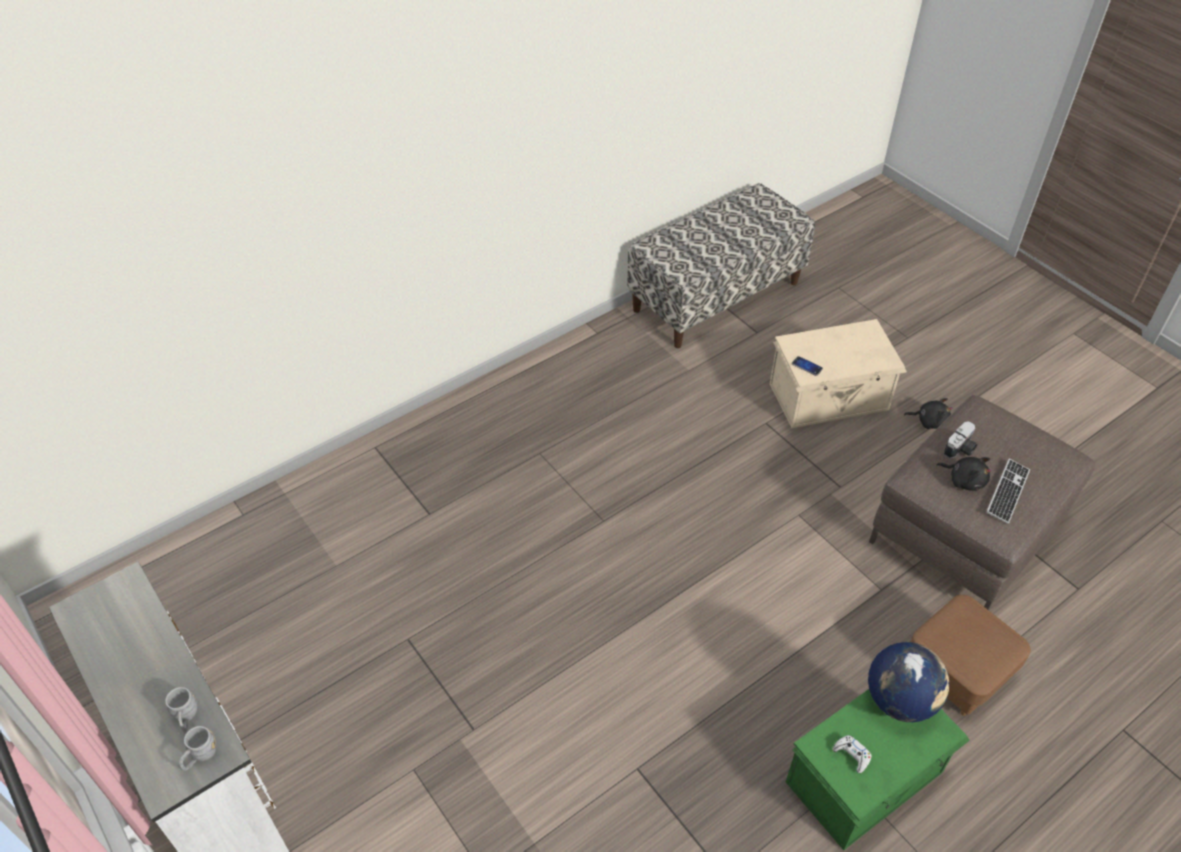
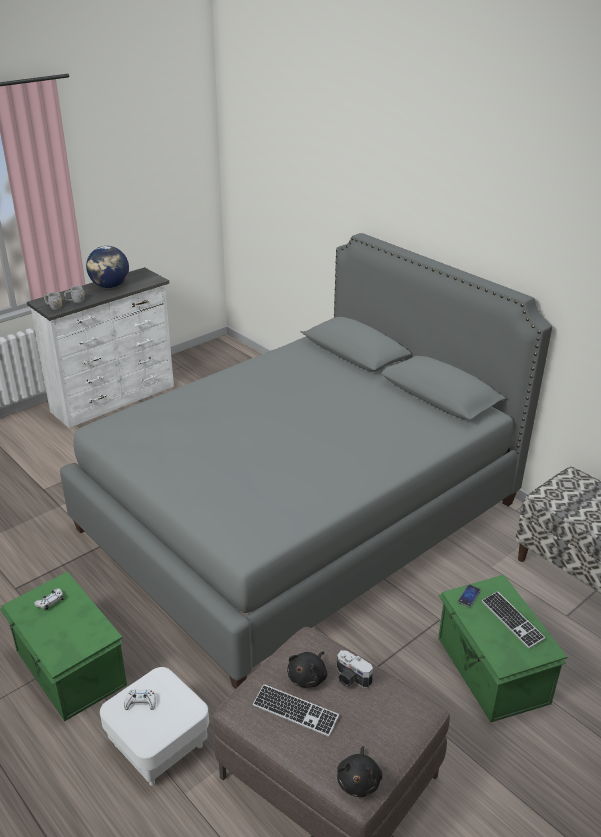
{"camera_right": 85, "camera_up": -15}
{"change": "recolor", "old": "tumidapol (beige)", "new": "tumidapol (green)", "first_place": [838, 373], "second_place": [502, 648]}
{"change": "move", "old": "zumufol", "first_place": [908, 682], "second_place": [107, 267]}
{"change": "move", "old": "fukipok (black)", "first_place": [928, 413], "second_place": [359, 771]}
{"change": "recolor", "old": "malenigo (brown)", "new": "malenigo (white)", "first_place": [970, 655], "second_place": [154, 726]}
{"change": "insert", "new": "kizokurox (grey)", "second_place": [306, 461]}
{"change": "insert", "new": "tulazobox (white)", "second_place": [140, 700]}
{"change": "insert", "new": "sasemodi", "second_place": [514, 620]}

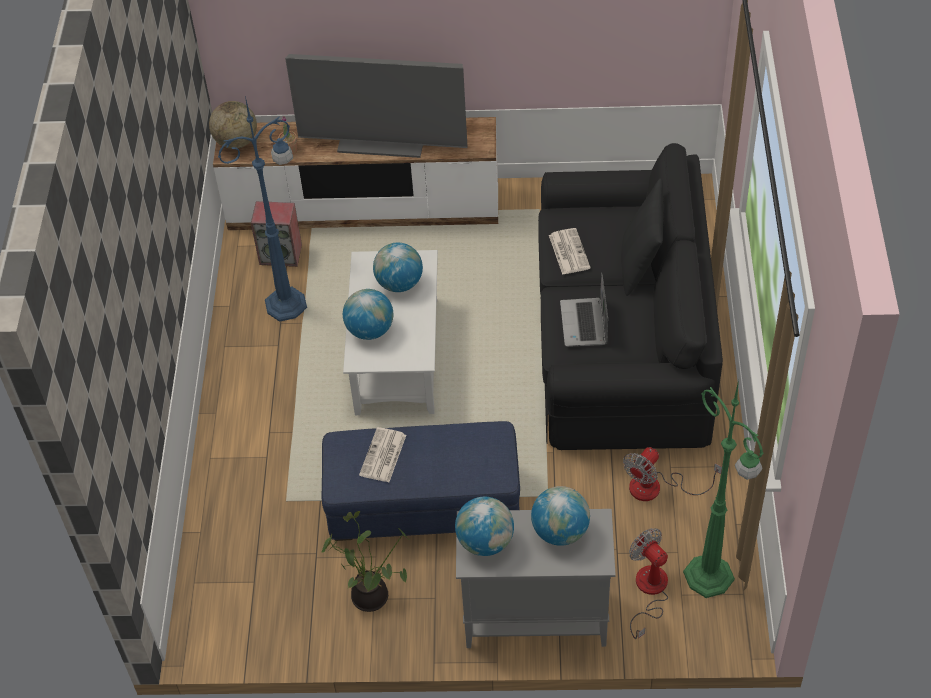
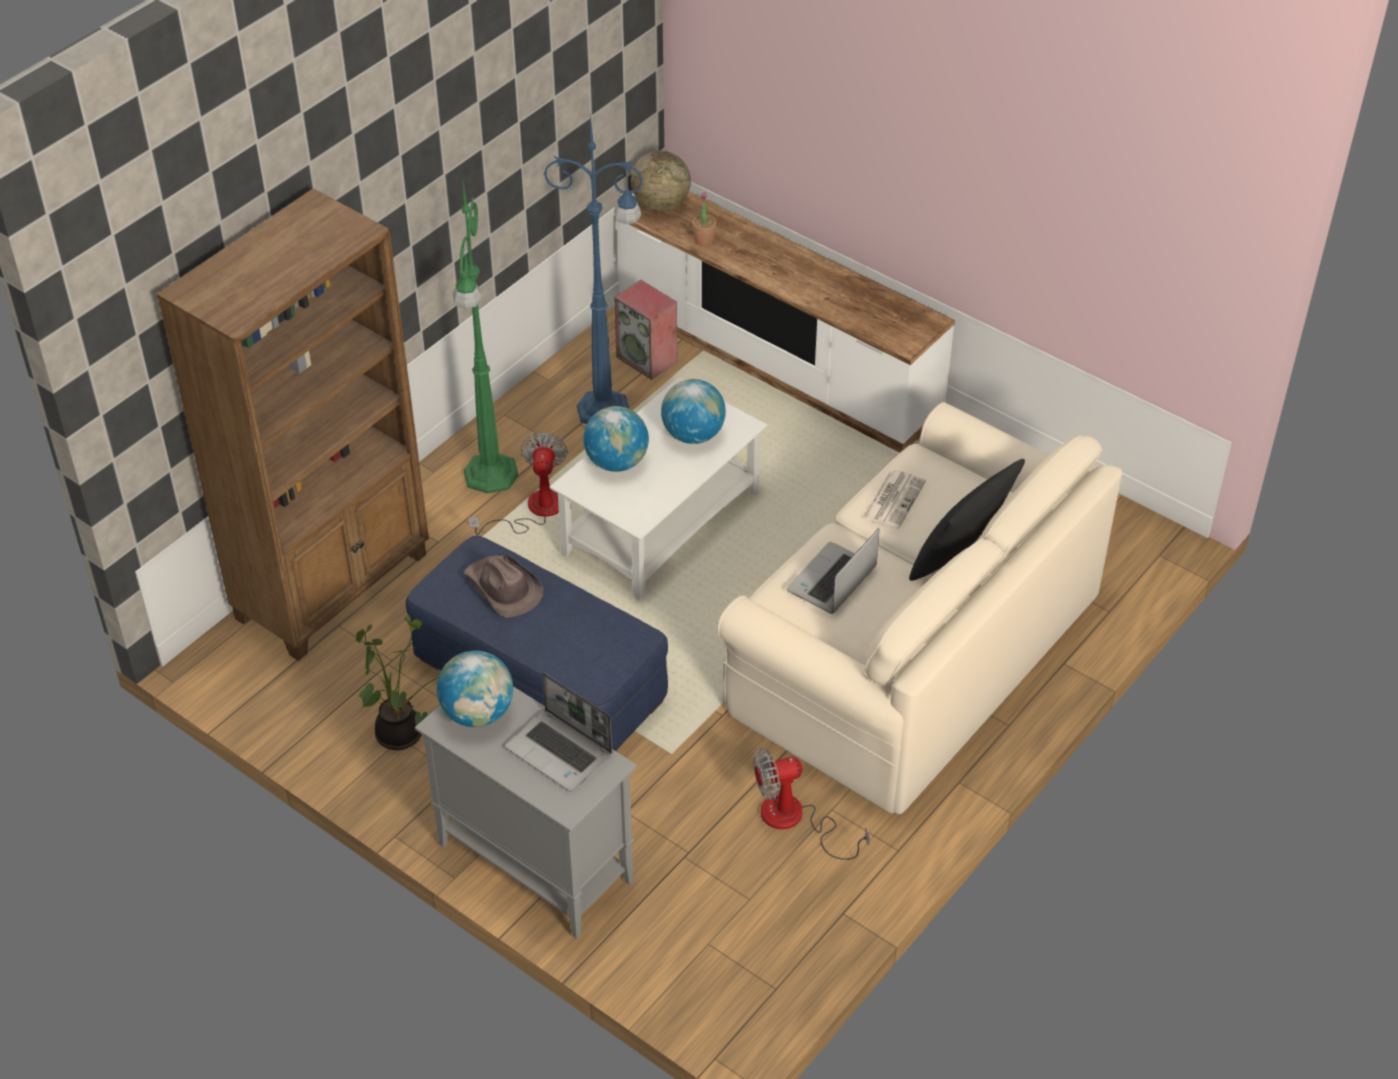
{"camera_right": 35, "camera_up": -5}
{"change": "delete", "old": "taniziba", "first_place": [376, 106]}
{"change": "replace", "old": "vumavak", "new": "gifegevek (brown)", "first_place": [382, 454], "second_place": [503, 586]}
{"change": "replace", "old": "zumufol", "new": "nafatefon", "first_place": [560, 516], "second_place": [558, 731]}
{"change": "recolor", "old": "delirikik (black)", "new": "delirikik (beige)", "first_place": [630, 296], "second_place": [919, 608]}
{"change": "move", "old": "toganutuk", "first_place": [648, 583], "second_place": [518, 483]}
{"change": "move", "old": "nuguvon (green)", "first_place": [723, 489], "second_place": [485, 334]}
{"change": "insert", "new": "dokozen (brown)", "second_place": [293, 424]}

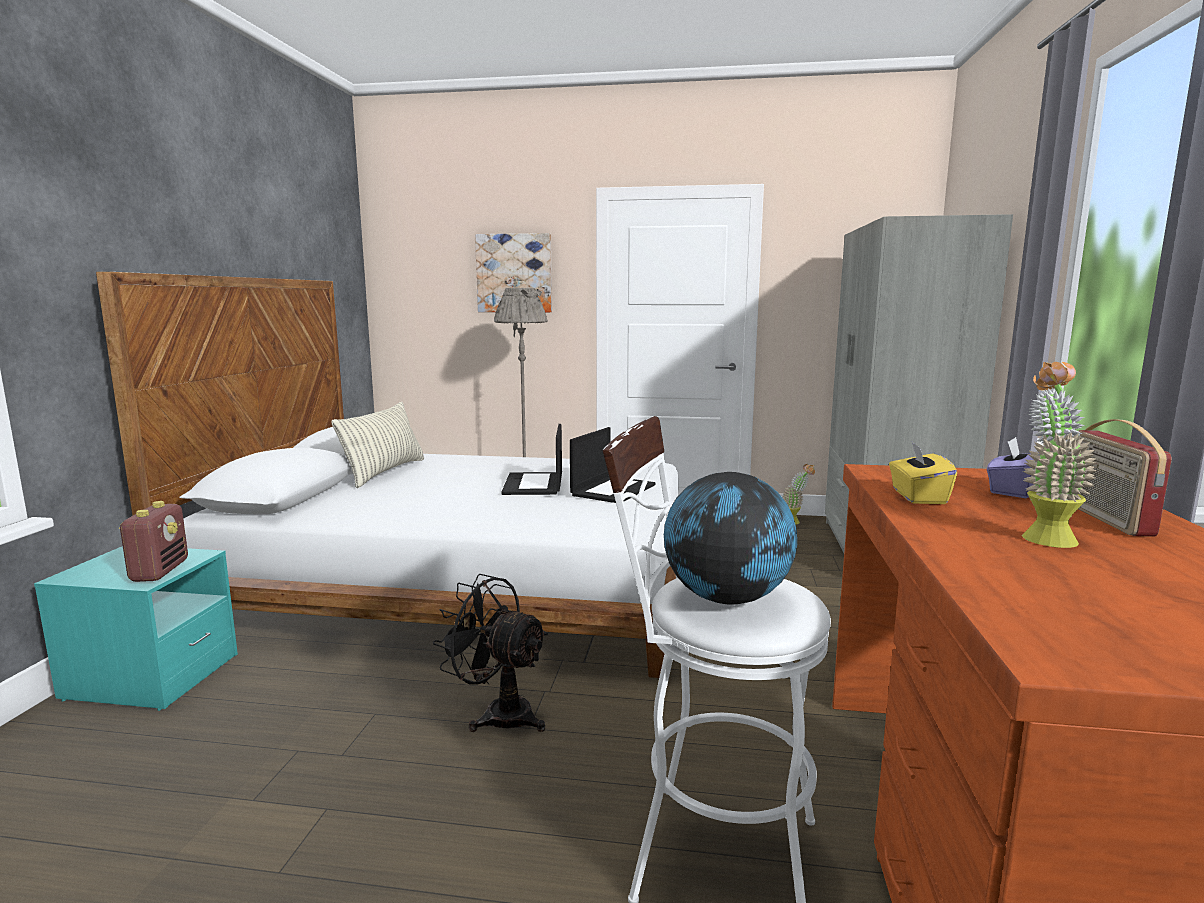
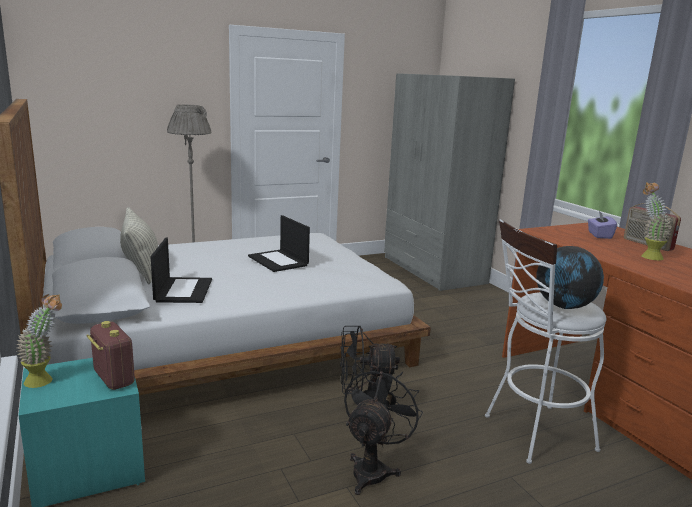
{"camera_right": -35, "camera_up": 5}
{"change": "delete", "old": "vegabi", "first_place": [513, 273]}
{"change": "move", "old": "nafatefon", "first_place": [613, 465], "second_place": [181, 270]}
{"change": "move", "old": "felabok", "first_place": [799, 494], "second_place": [39, 341]}
{"change": "delete", "old": "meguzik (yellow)", "first_place": [923, 473]}
{"change": "insert", "new": "toganutuk (black)", "second_place": [383, 430]}

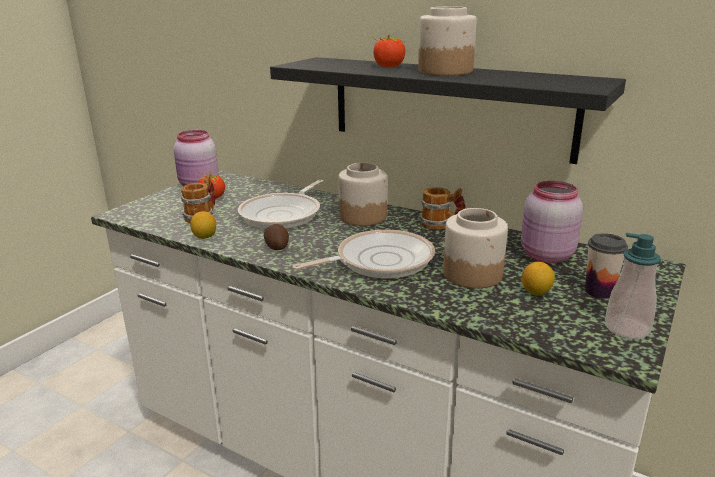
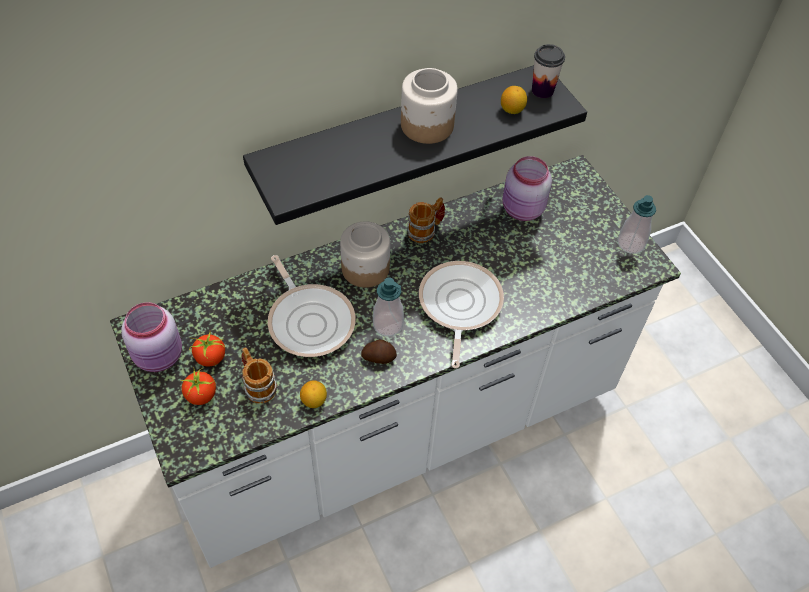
{"camera_right": -60, "camera_up": 30}
{"change": "move", "old": "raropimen", "first_place": [388, 51], "second_place": [198, 386]}
{"change": "delete", "old": "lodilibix", "first_place": [475, 248]}
{"change": "move", "old": "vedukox", "first_place": [538, 279], "second_place": [514, 100]}
{"change": "move", "old": "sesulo", "first_place": [606, 266], "second_place": [548, 71]}
{"change": "insert", "new": "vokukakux", "second_place": [388, 307]}

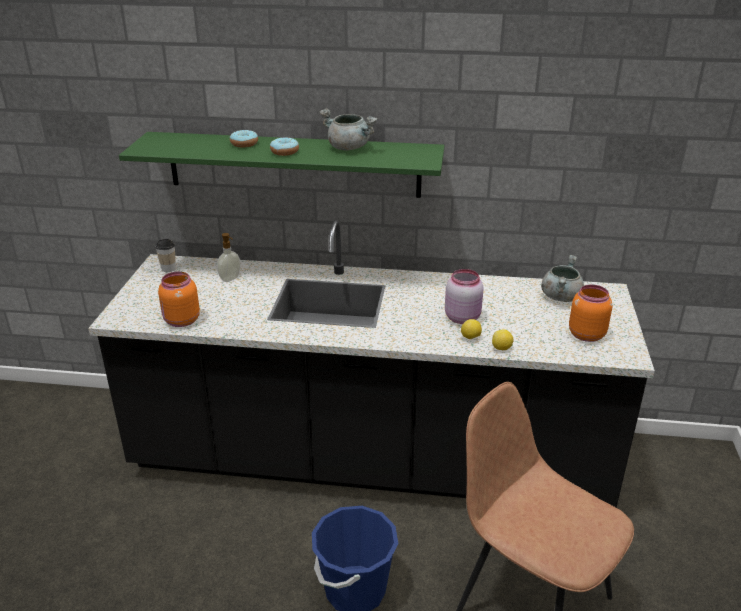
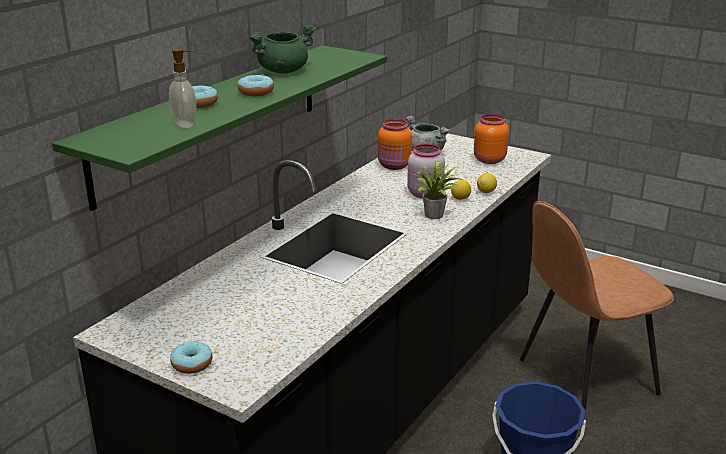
{"camera_right": -65, "camera_up": -5}
{"change": "delete", "old": "sesulo", "first_place": [165, 255]}
{"change": "move", "old": "lodilibix (orange)", "first_place": [179, 299], "second_place": [395, 144]}
{"change": "move", "old": "vokukakux", "first_place": [229, 257], "second_place": [183, 88]}
{"change": "recolor", "old": "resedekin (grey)", "new": "resedekin (green)", "first_place": [348, 129], "second_place": [282, 49]}
{"change": "insert", "new": "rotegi", "second_place": [191, 358]}
{"change": "insert", "new": "felabok", "second_place": [437, 190]}

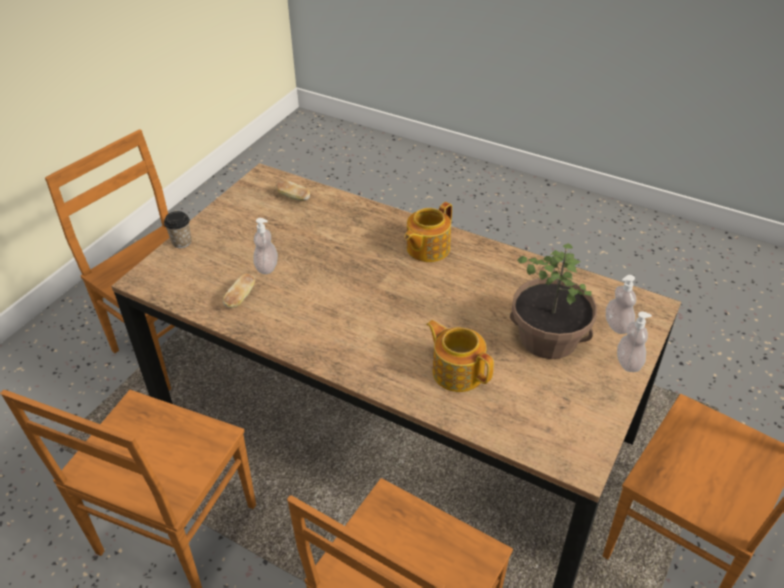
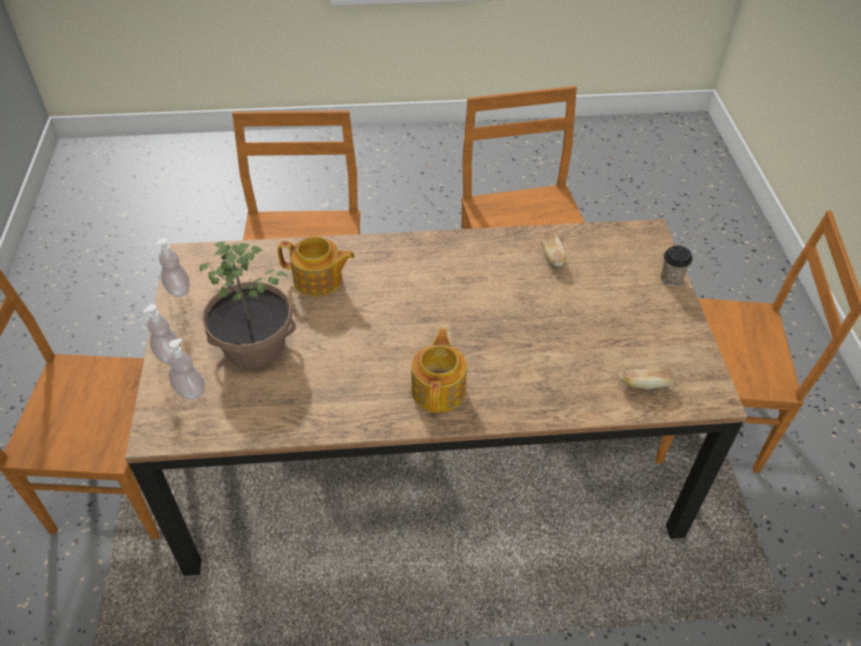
{"camera_right": 145, "camera_up": 5}
{"change": "move", "old": "vokukakux", "first_place": [265, 246], "second_place": [172, 267]}

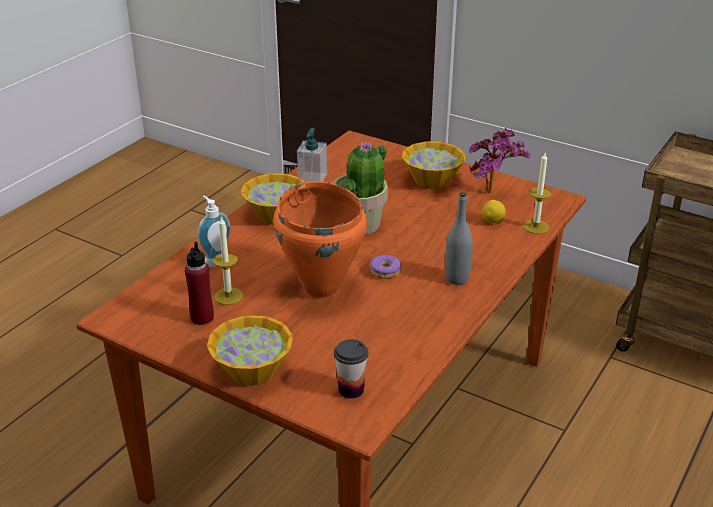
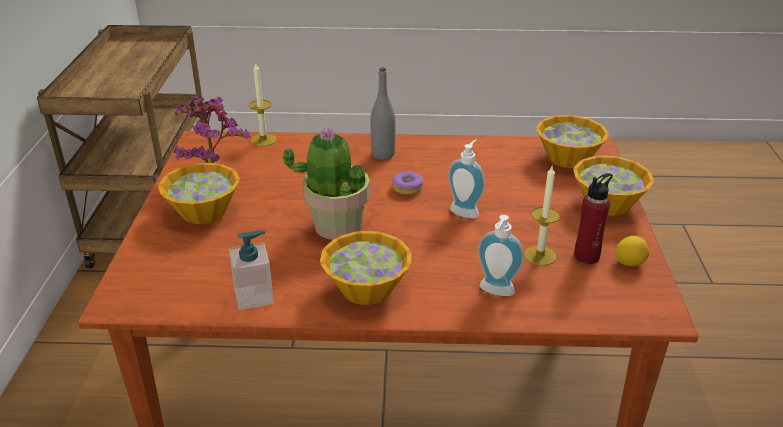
{"camera_right": -120, "camera_up": 0}
{"change": "replace", "old": "resedekin (orange)", "new": "vokukakux", "first_place": [320, 239], "second_place": [466, 178]}
{"change": "replace", "old": "sesulo", "new": "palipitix", "first_place": [351, 369], "second_place": [572, 141]}
{"change": "move", "old": "vedukox", "first_place": [494, 211], "second_place": [632, 251]}

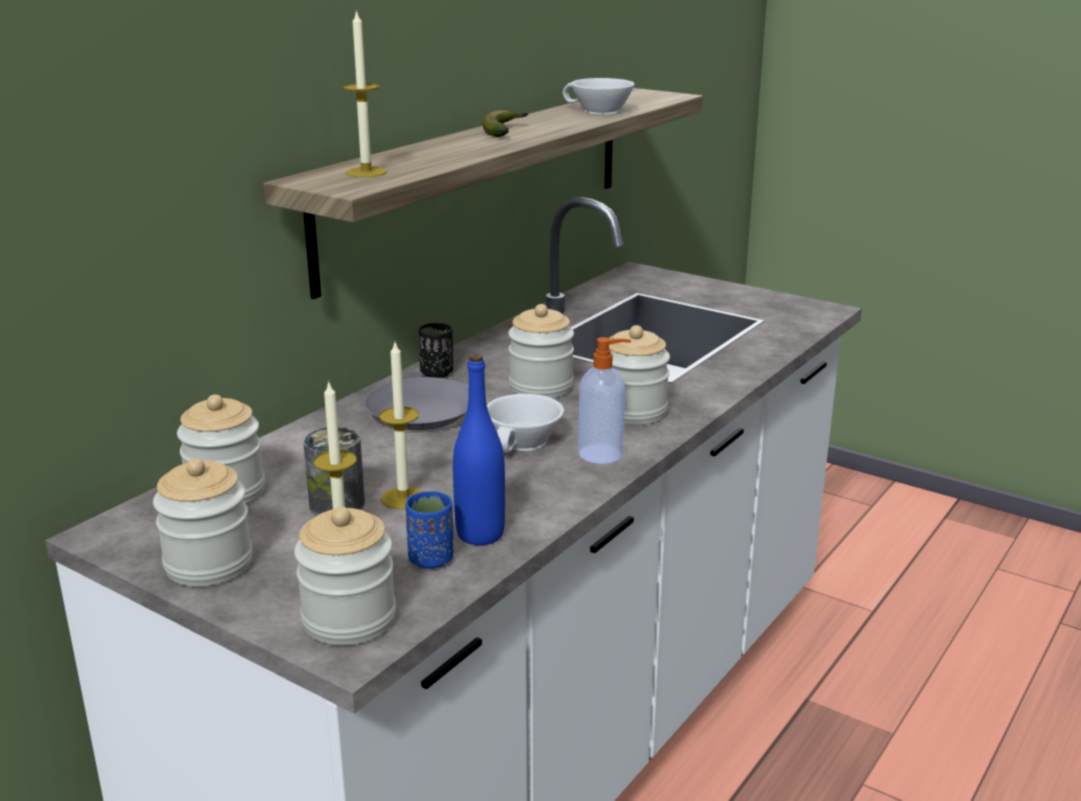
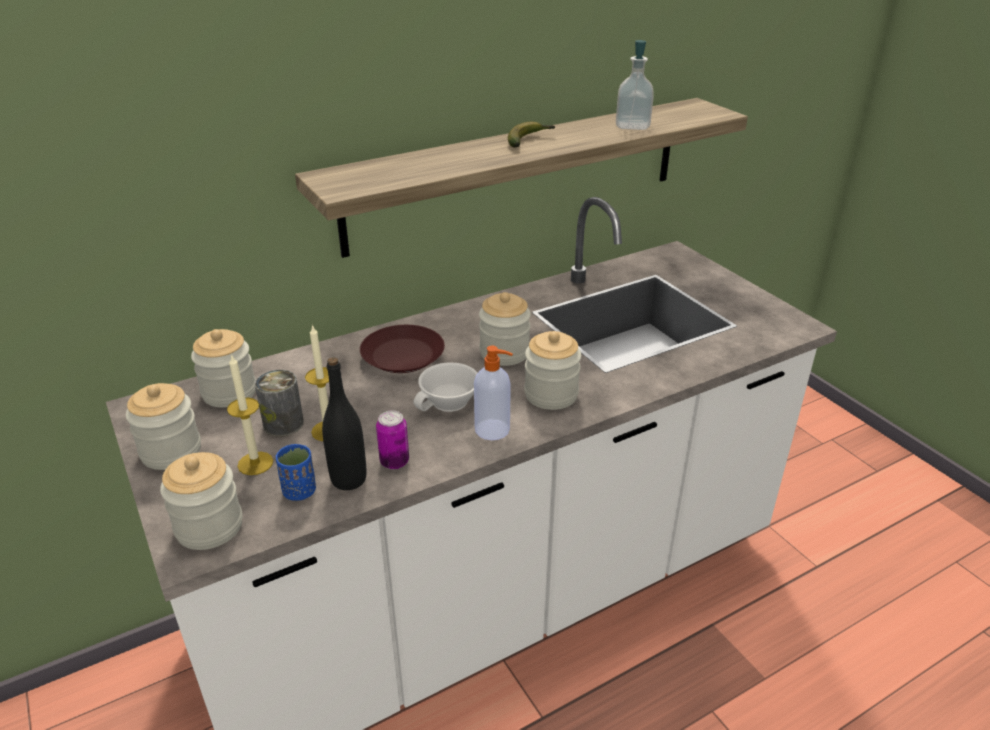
{"camera_right": 25, "camera_up": 10}
{"change": "delete", "old": "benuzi", "first_place": [365, 93]}
{"change": "recolor", "old": "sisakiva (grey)", "new": "sisakiva (brown)", "first_place": [416, 403], "second_place": [402, 349]}
{"change": "delete", "old": "sesulo (black)", "first_place": [435, 350]}
{"change": "recolor", "old": "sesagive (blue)", "new": "sesagive (black)", "first_place": [479, 449], "second_place": [344, 423]}
{"change": "replace", "old": "sesulo (white)", "new": "vokukakux", "first_place": [598, 96], "second_place": [634, 85]}
{"change": "insert", "new": "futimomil", "second_place": [392, 440]}

